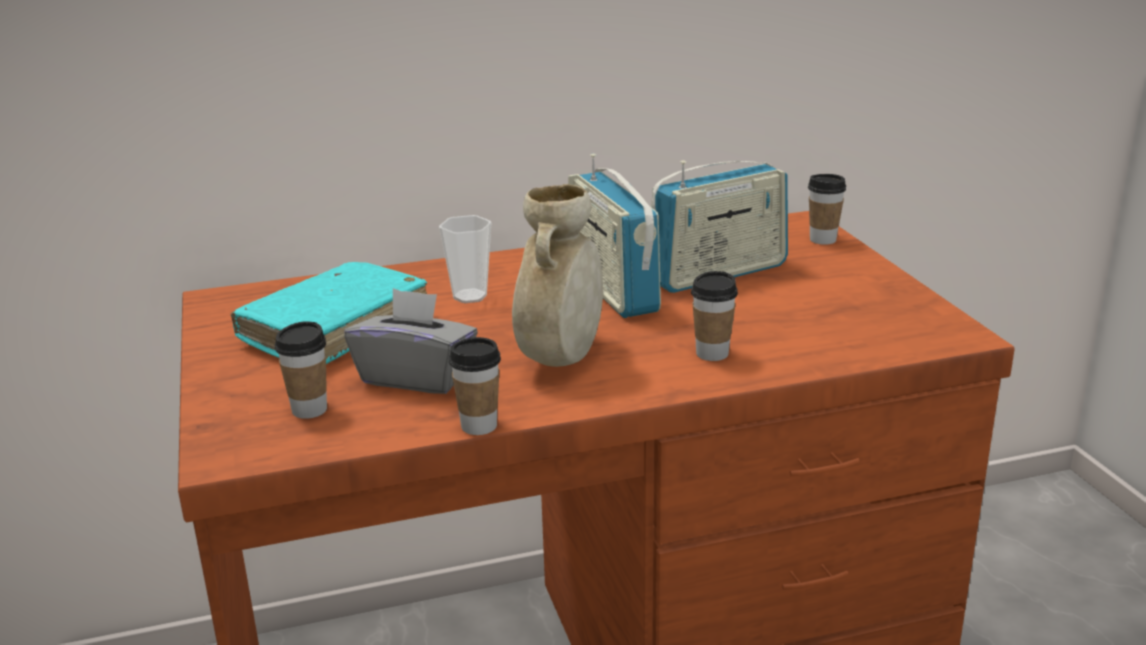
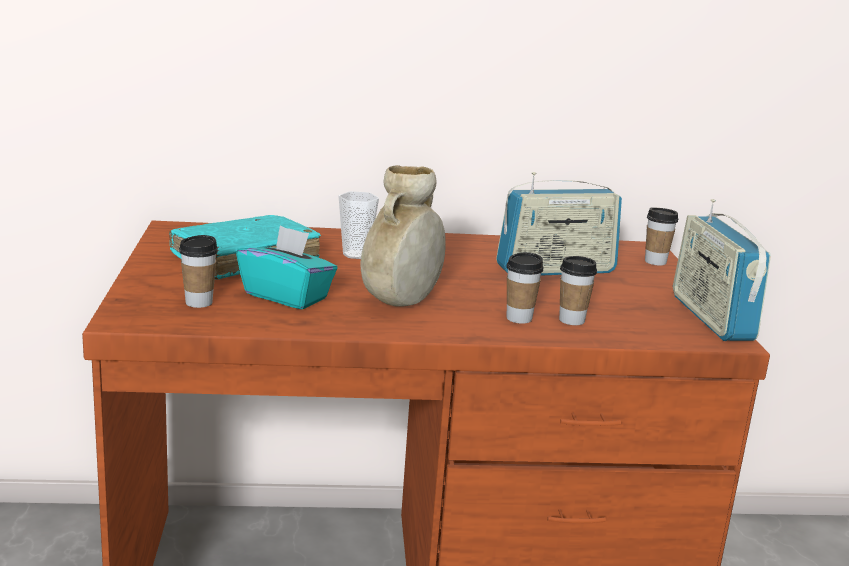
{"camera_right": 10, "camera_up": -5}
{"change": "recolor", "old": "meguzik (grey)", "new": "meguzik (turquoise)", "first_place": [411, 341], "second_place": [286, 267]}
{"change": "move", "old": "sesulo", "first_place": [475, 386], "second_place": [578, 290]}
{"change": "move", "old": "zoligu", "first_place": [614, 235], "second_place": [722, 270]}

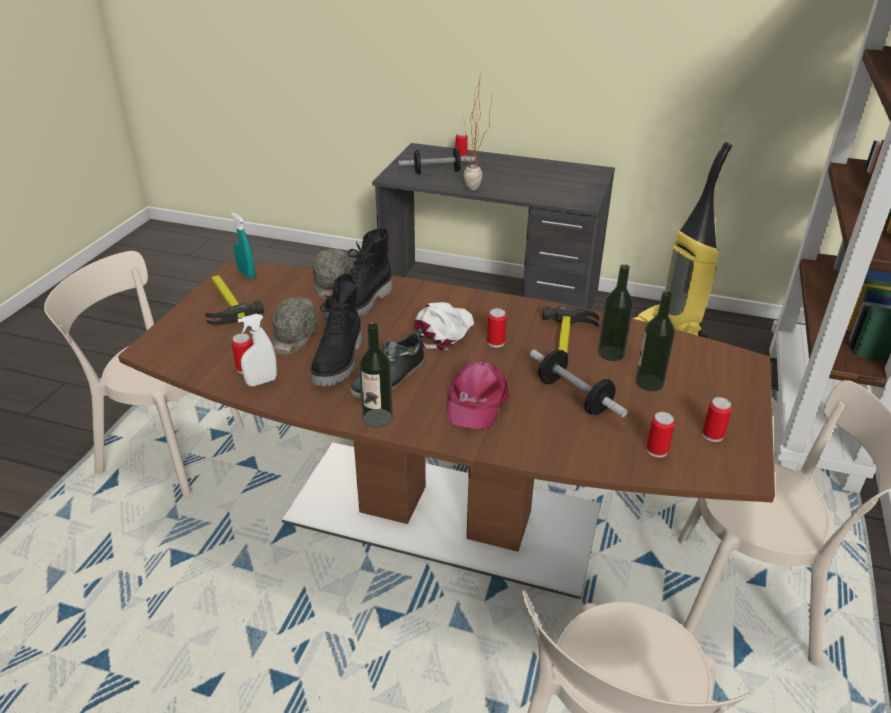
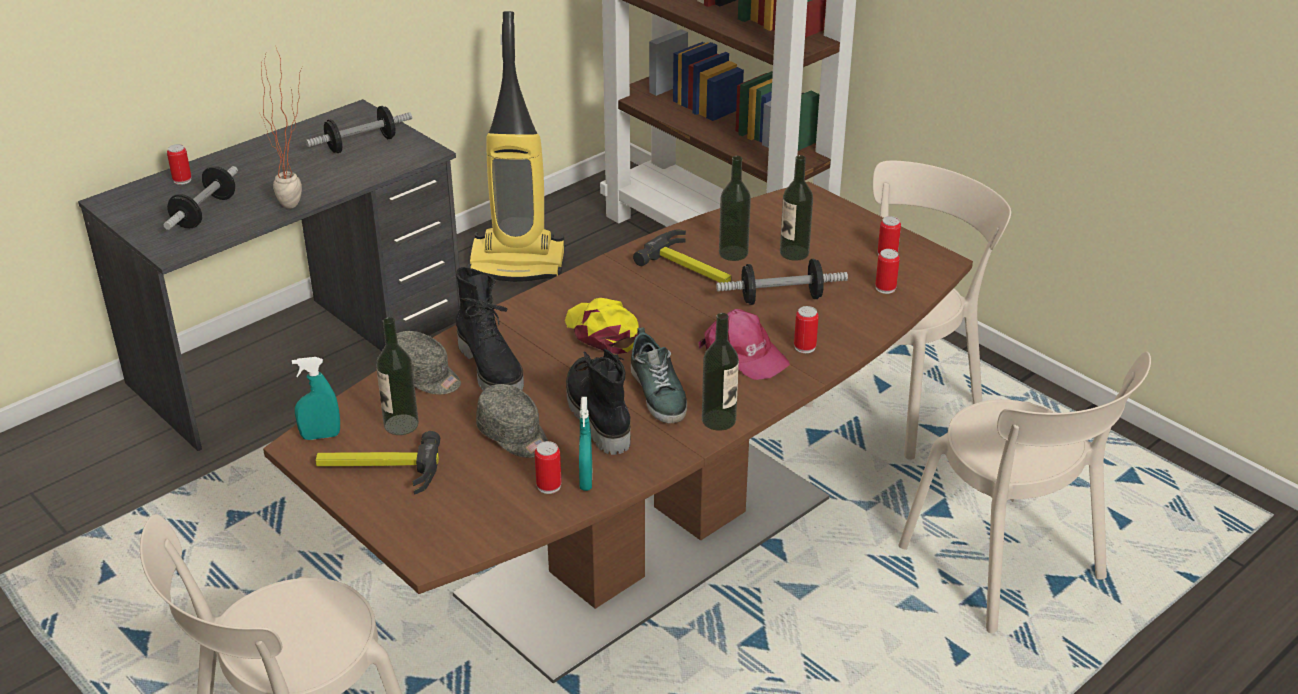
{"camera_right": -60, "camera_up": 0}
{"change": "recolor", "old": "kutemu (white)", "new": "kutemu (turquoise)", "first_place": [257, 350], "second_place": [585, 444]}
{"change": "rotate", "old": "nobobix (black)", "first_place": [336, 329], "second_place": [598, 402], "degrees": -150}
{"change": "recolor", "old": "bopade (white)", "new": "bopade (yellow)", "first_place": [444, 326], "second_place": [602, 326]}
{"change": "move", "old": "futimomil", "first_place": [497, 328], "second_place": [806, 329]}
{"change": "insert", "new": "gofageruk", "second_place": [359, 129]}
{"change": "insert", "new": "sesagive", "second_place": [397, 376]}

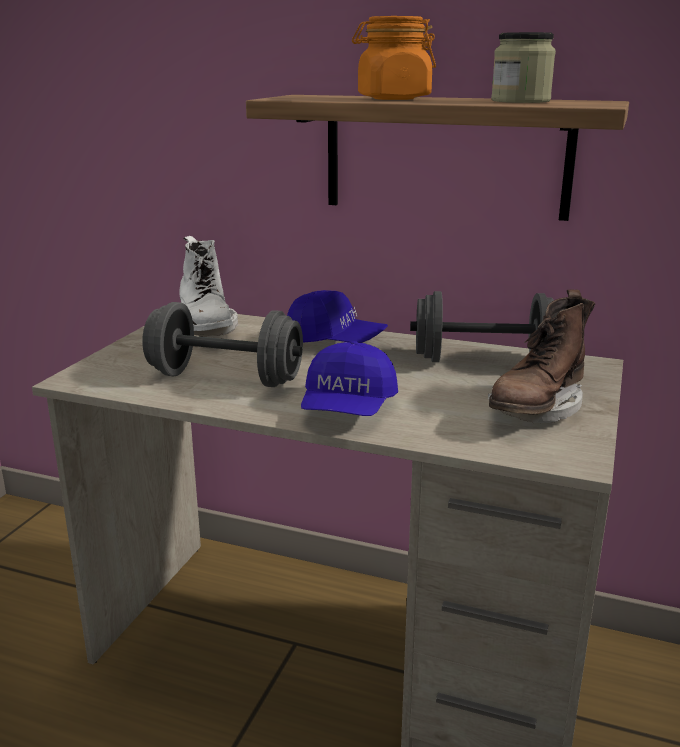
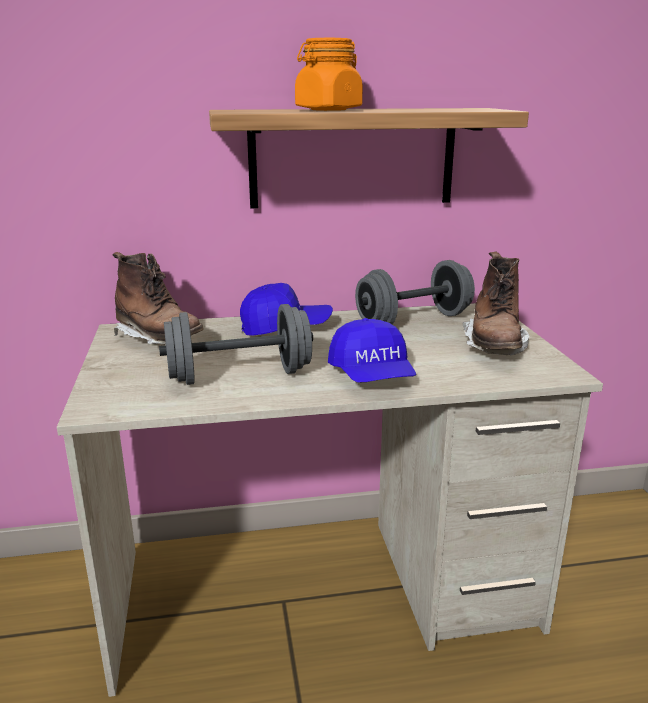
{"camera_right": -30, "camera_up": 0}
{"change": "recolor", "old": "nobobix (white)", "new": "nobobix (brown)", "first_place": [208, 286], "second_place": [158, 298]}
{"change": "delete", "old": "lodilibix", "first_place": [523, 67]}

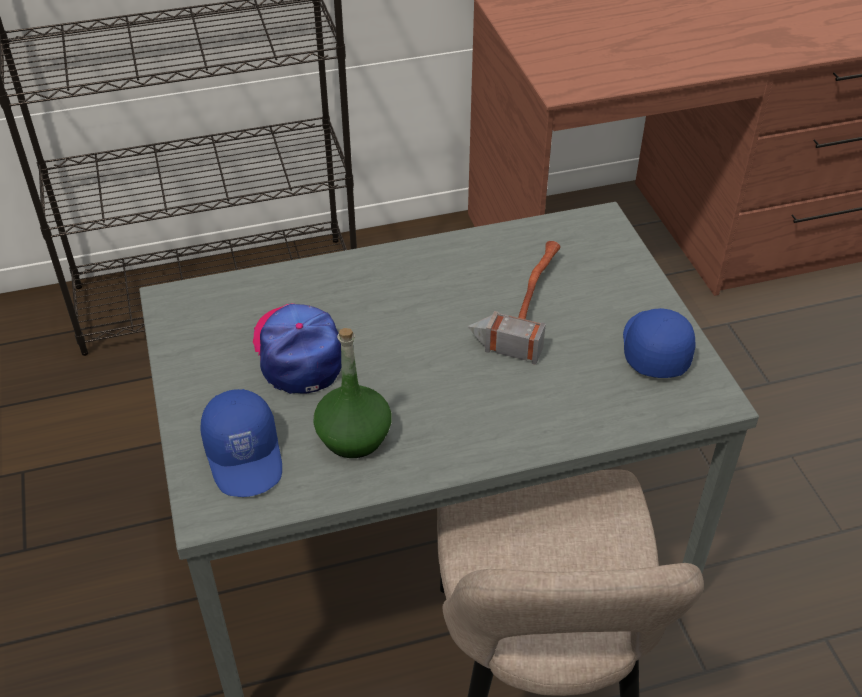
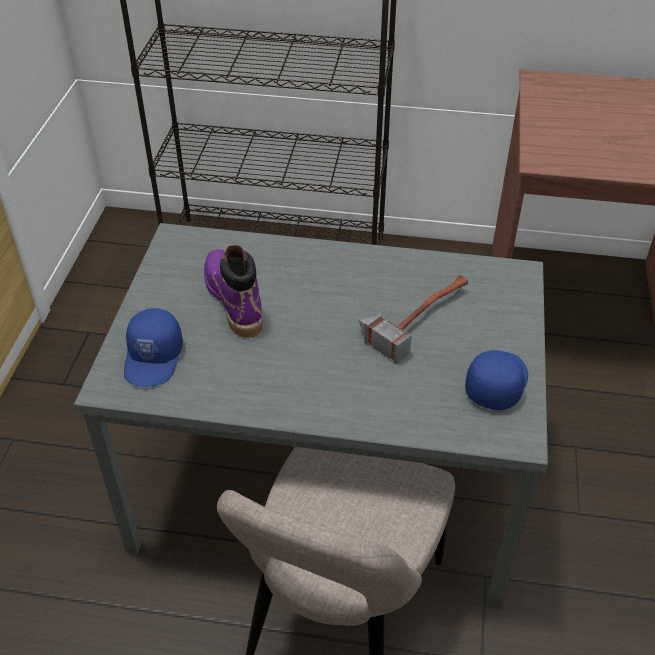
{"camera_right": 25, "camera_up": 0}
{"change": "replace", "old": "bopade", "new": "nobobix (purple)", "first_place": [297, 348], "second_place": [233, 291]}
{"change": "delete", "old": "sesagive (green)", "first_place": [352, 393]}

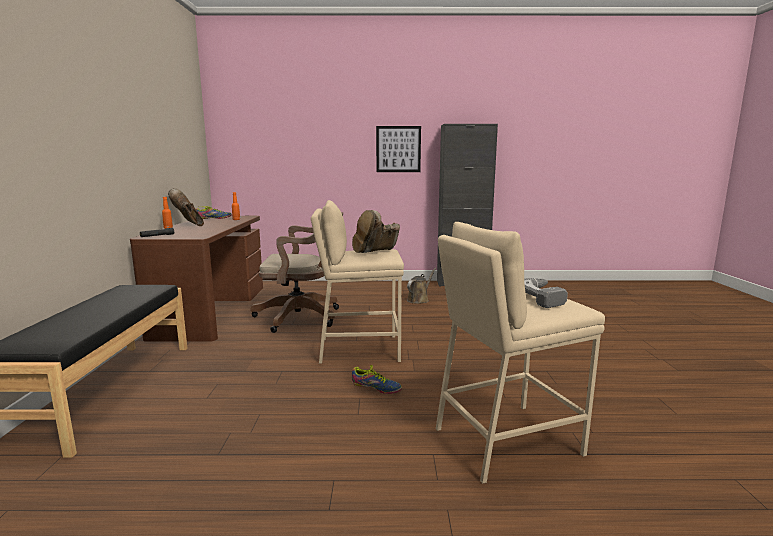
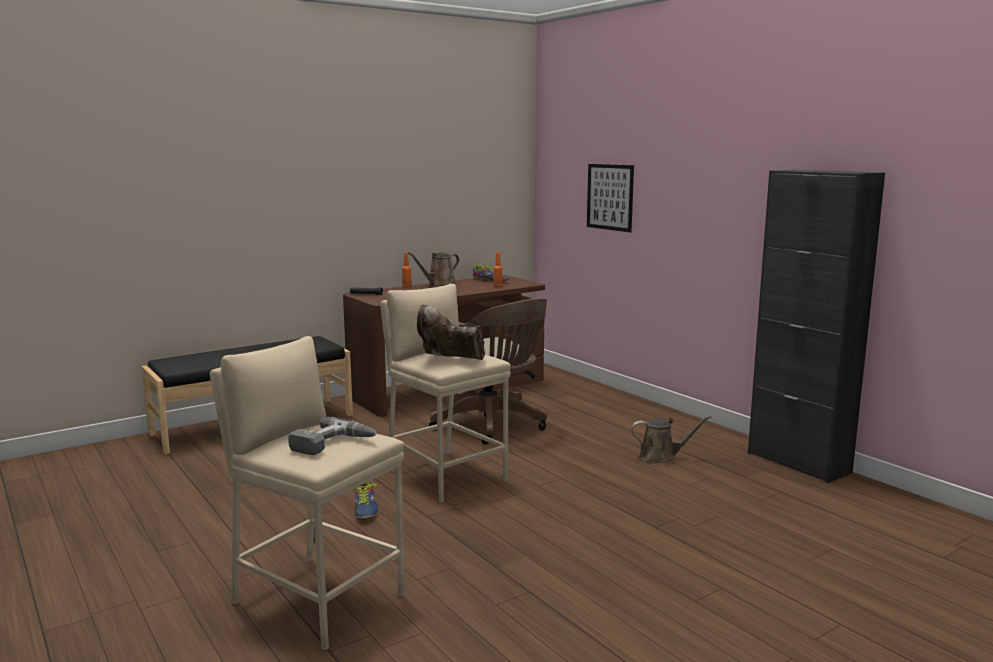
{"camera_right": 55, "camera_up": 0}
{"change": "replace", "old": "nobobix (brown)", "new": "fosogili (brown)", "first_place": [186, 207], "second_place": [433, 269]}
{"change": "move", "old": "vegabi", "first_place": [398, 149], "second_place": [610, 198]}

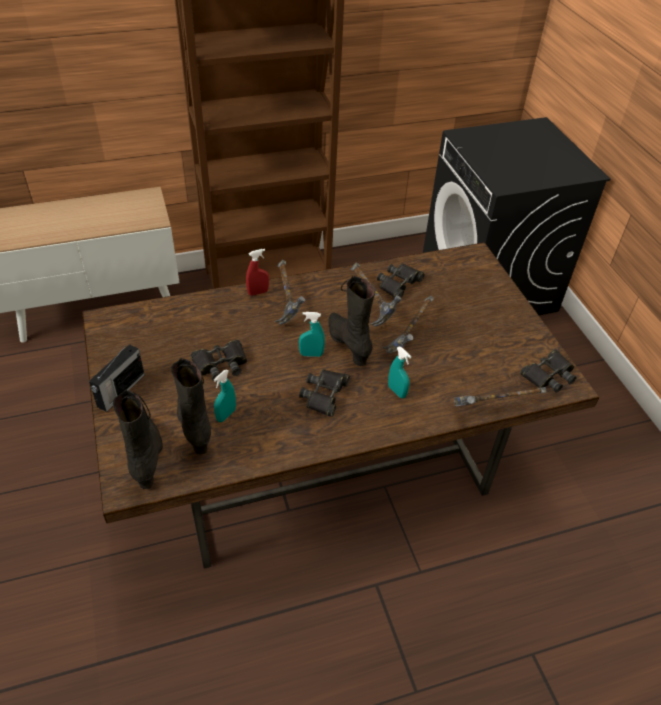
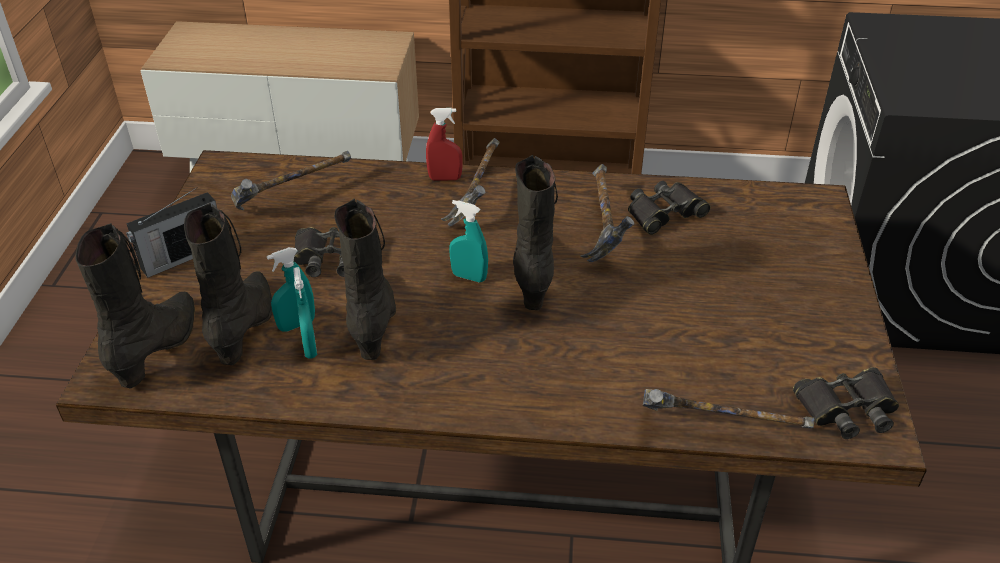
{"camera_right": 25, "camera_up": -5}
{"change": "delete", "old": "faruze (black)", "first_place": [324, 393]}
{"change": "move", "old": "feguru", "first_place": [408, 324], "second_place": [291, 180]}
{"change": "move", "old": "kutemu (turquoise)", "first_place": [399, 372], "second_place": [305, 313]}
{"change": "insert", "new": "nobobix (black)", "second_place": [365, 279]}

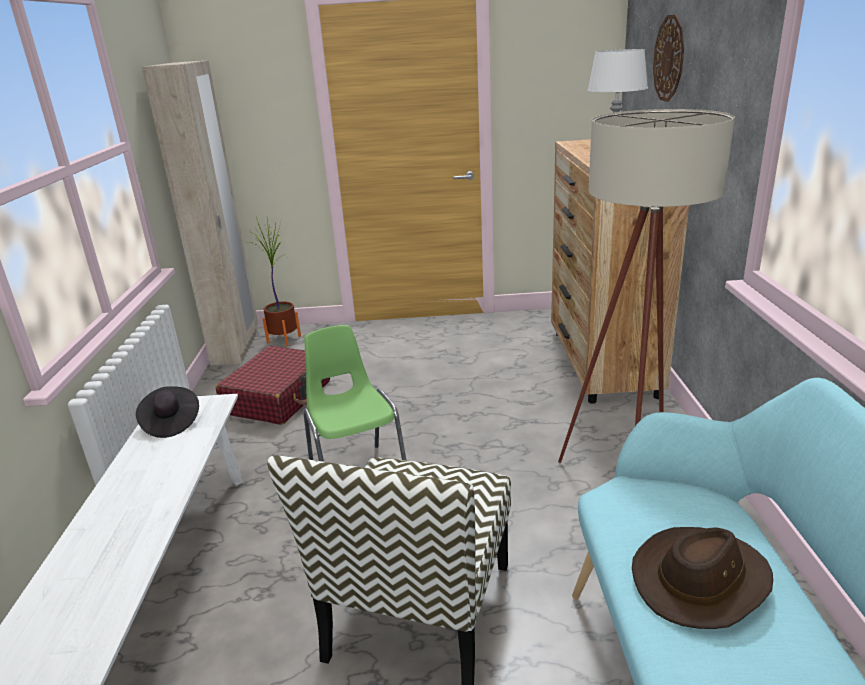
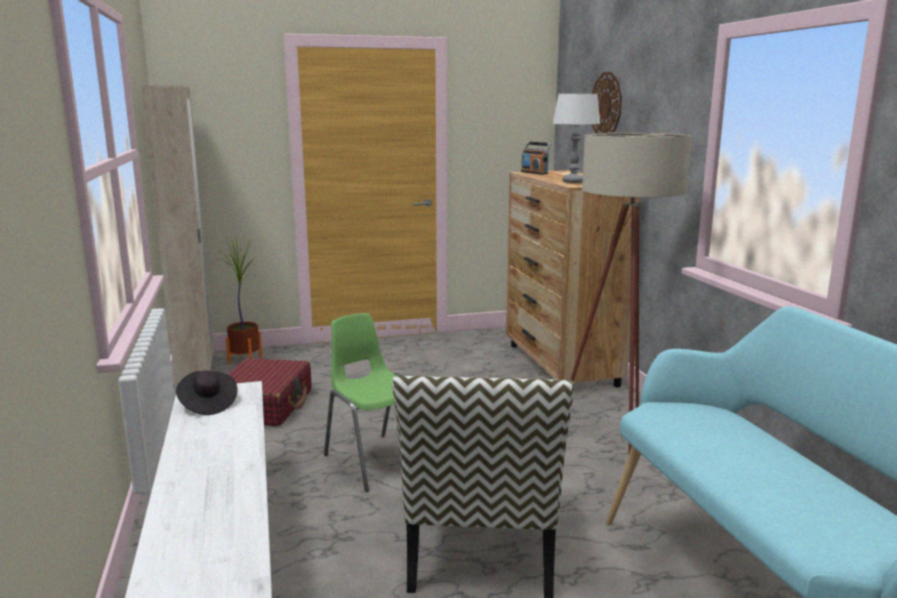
{"camera_right": -15, "camera_up": -10}
{"change": "delete", "old": "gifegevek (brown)", "first_place": [702, 578]}
{"change": "insert", "new": "zoligu", "second_place": [536, 158]}

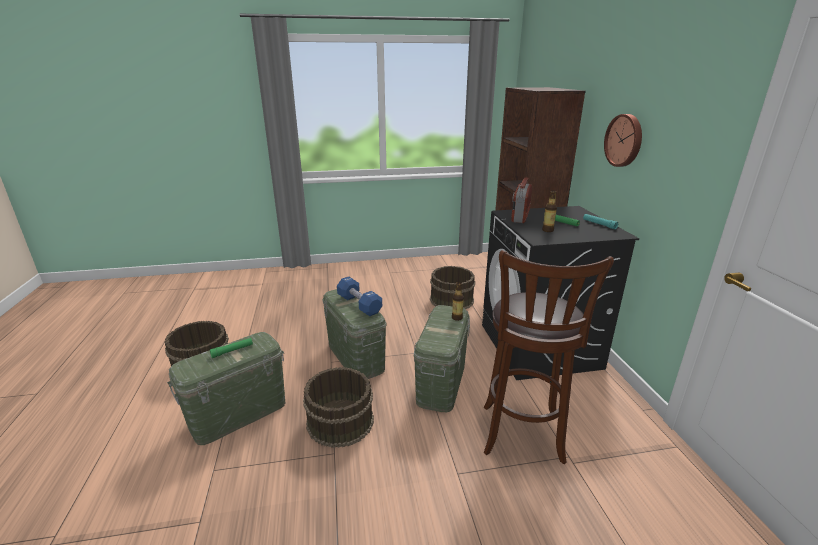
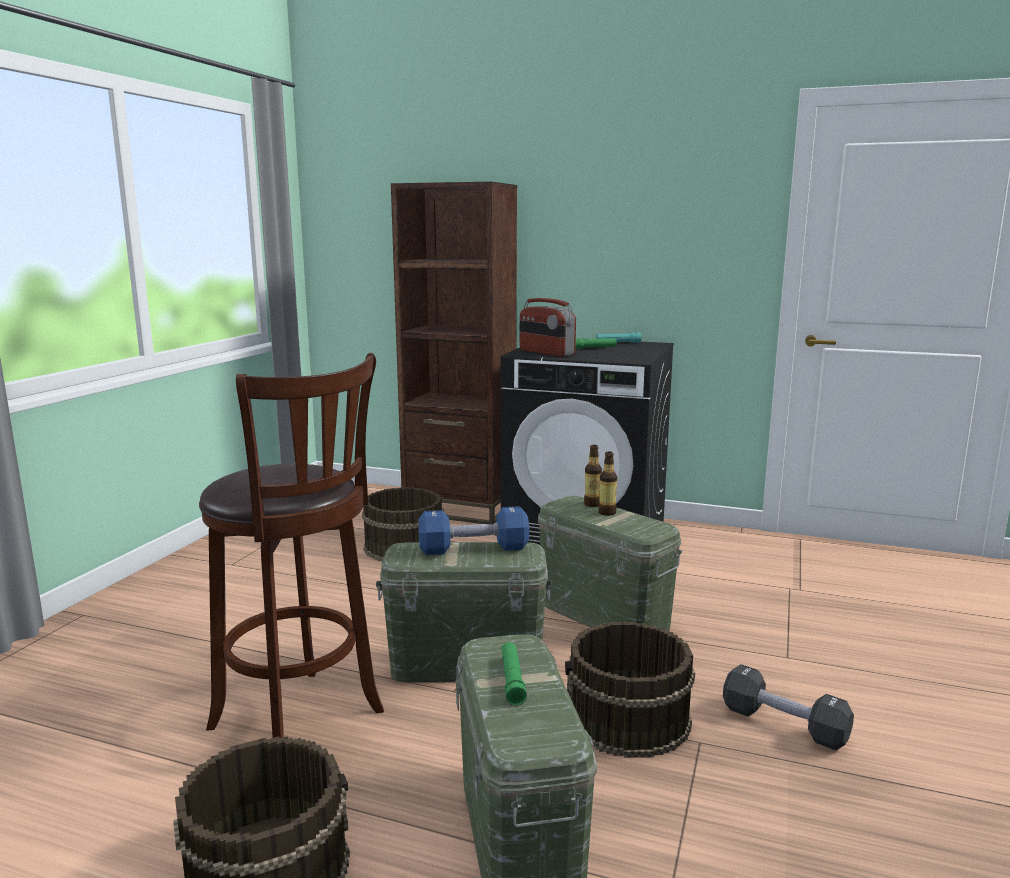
{"camera_right": -60, "camera_up": -10}
{"change": "move", "old": "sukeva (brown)", "first_place": [549, 357], "second_place": [291, 545]}
{"change": "move", "old": "sesagive", "first_place": [549, 211], "second_place": [607, 483]}
{"change": "delete", "old": "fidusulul", "first_place": [623, 140]}
{"change": "insert", "new": "gofageruk (black)", "second_place": [788, 707]}

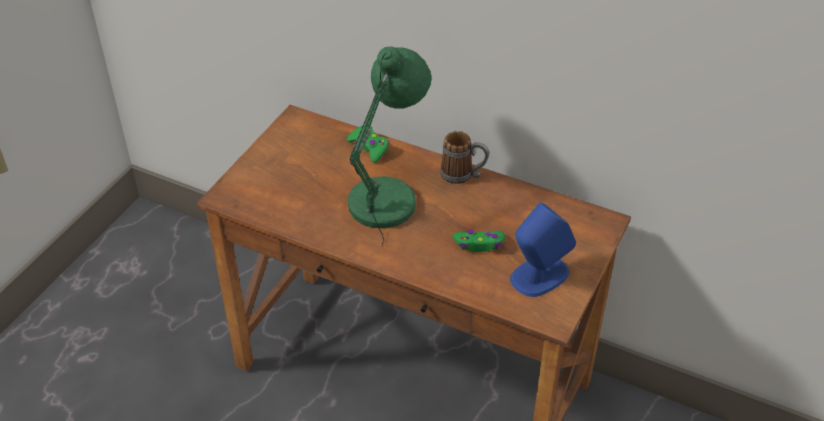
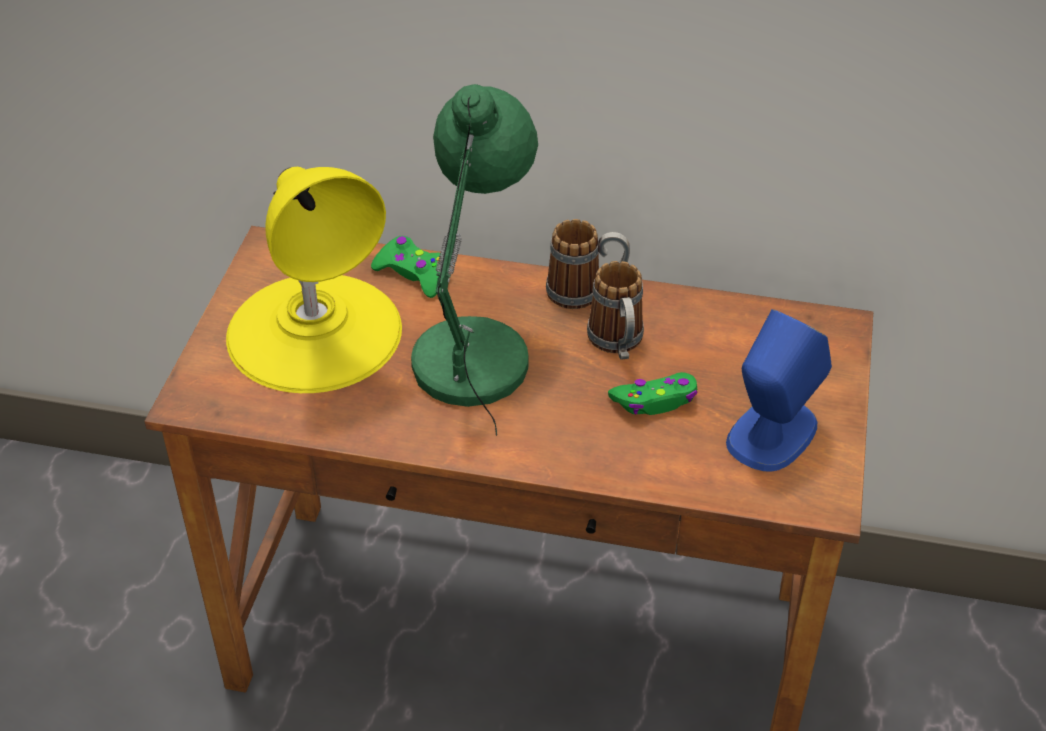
{"camera_right": -15, "camera_up": 0}
{"change": "insert", "new": "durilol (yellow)", "second_place": [314, 280]}
{"change": "insert", "new": "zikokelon", "second_place": [615, 310]}

